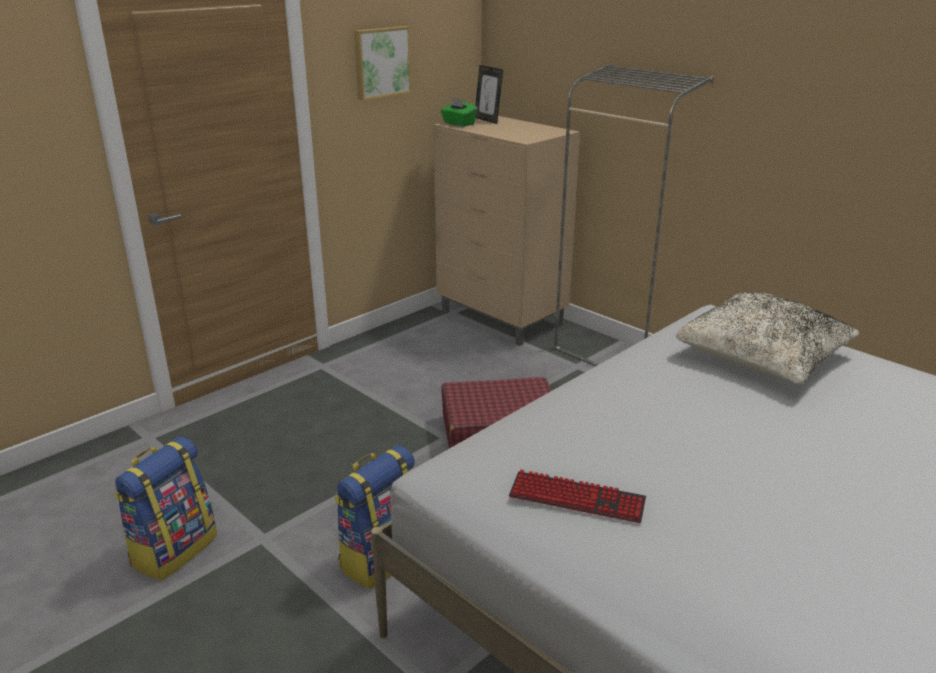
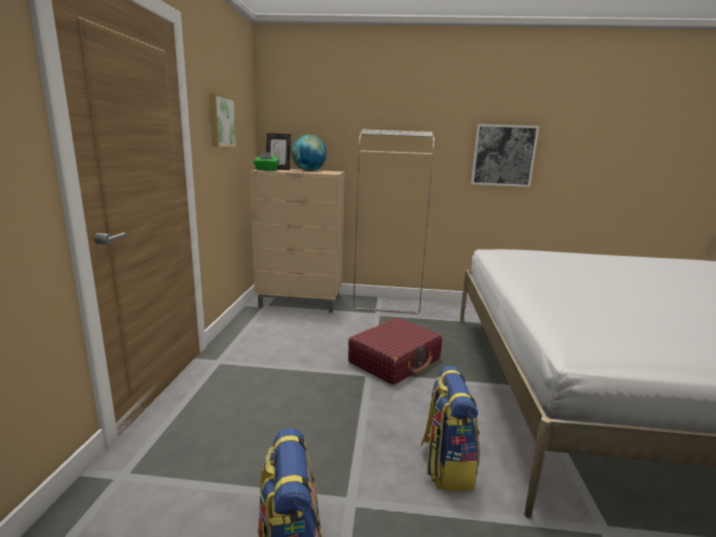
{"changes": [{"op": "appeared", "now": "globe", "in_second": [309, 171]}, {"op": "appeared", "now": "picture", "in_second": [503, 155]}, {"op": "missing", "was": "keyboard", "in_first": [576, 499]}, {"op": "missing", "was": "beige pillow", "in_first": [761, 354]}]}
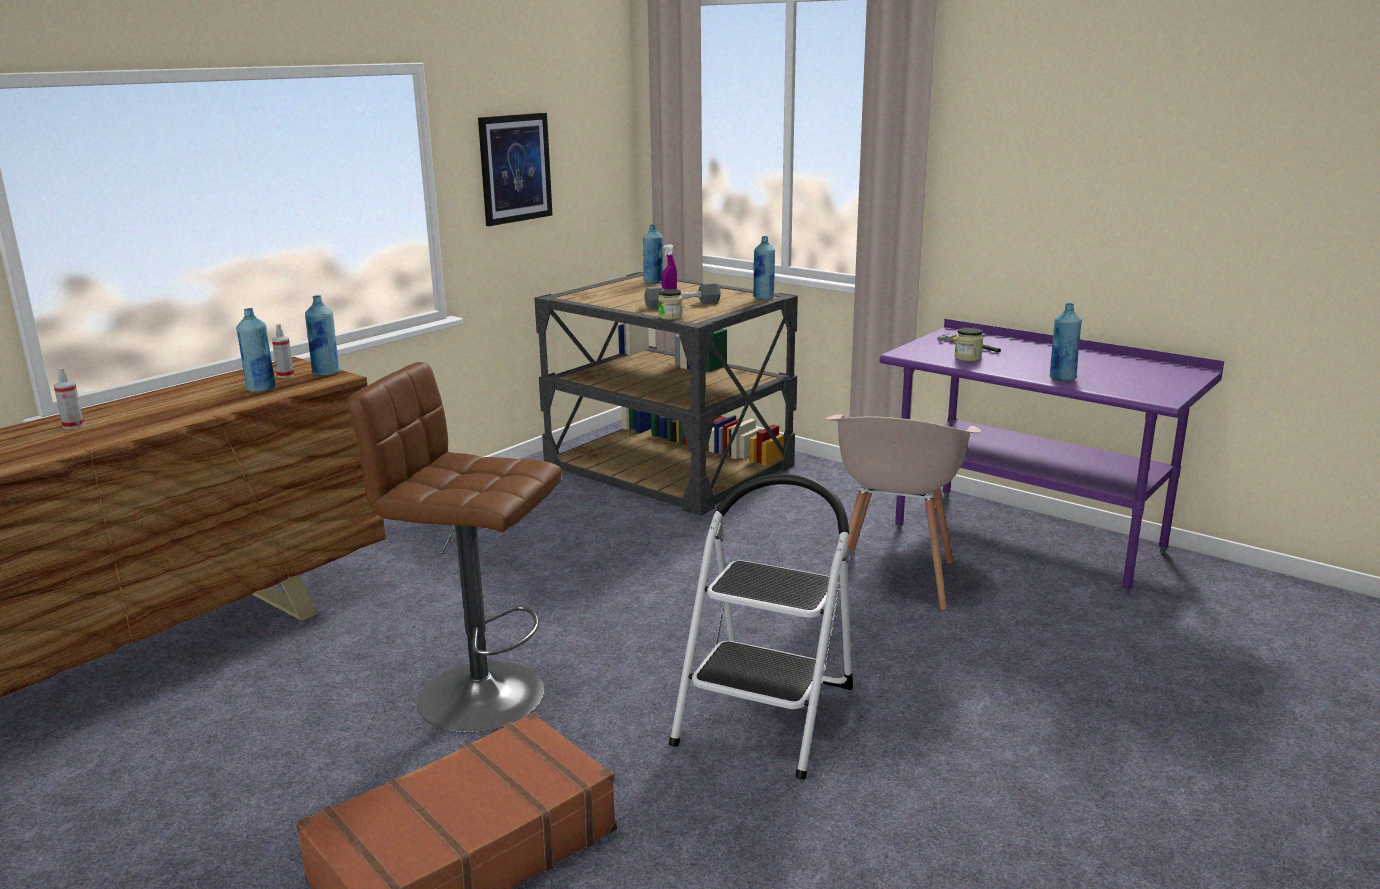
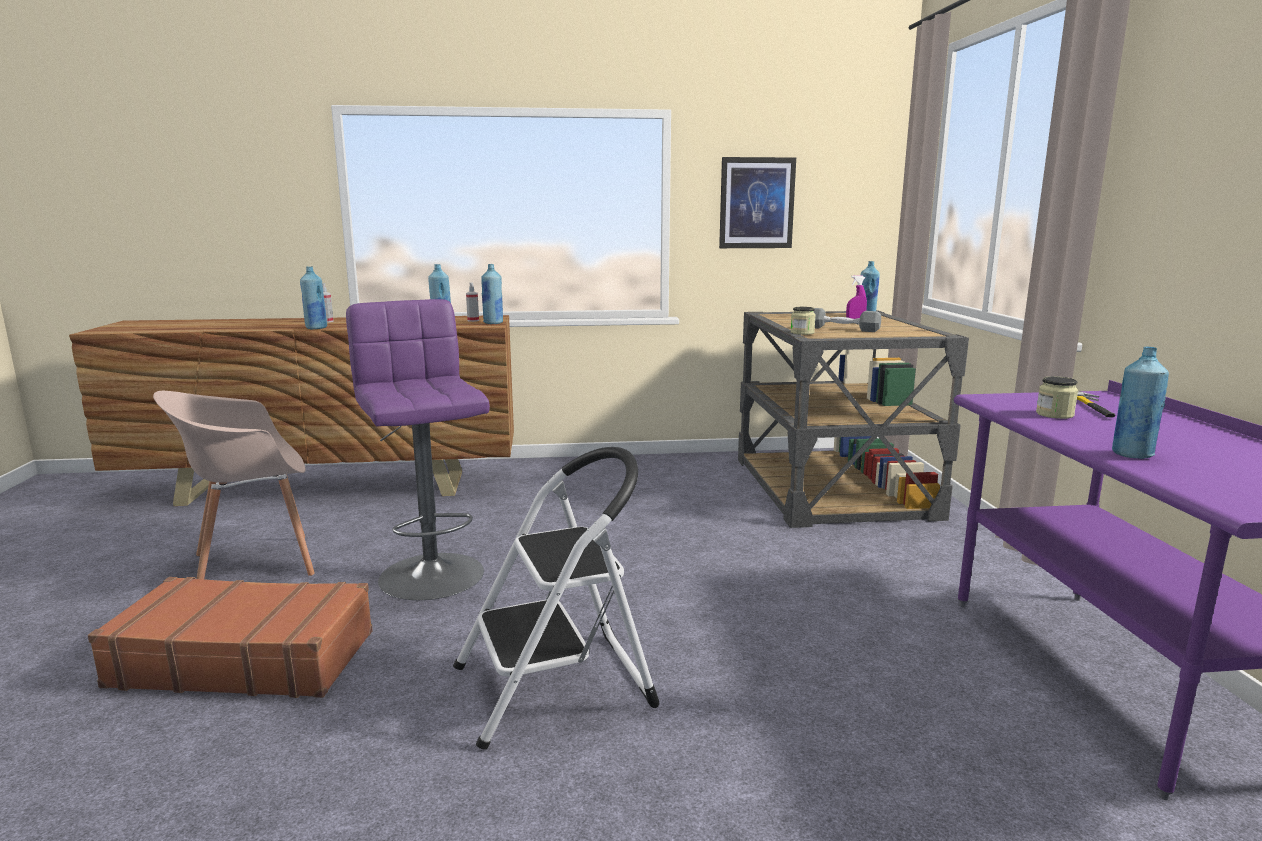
{"changes": [{"op": "relocated", "was": "beige chair", "in_first": [893, 579], "in_second": [251, 566]}, {"op": "relocated", "was": "blue bottle", "in_first": [763, 298], "in_second": [316, 328]}, {"op": "colour", "was": "brown stool", "now": "purple stool", "in_first": [480, 695], "in_second": [432, 575]}]}
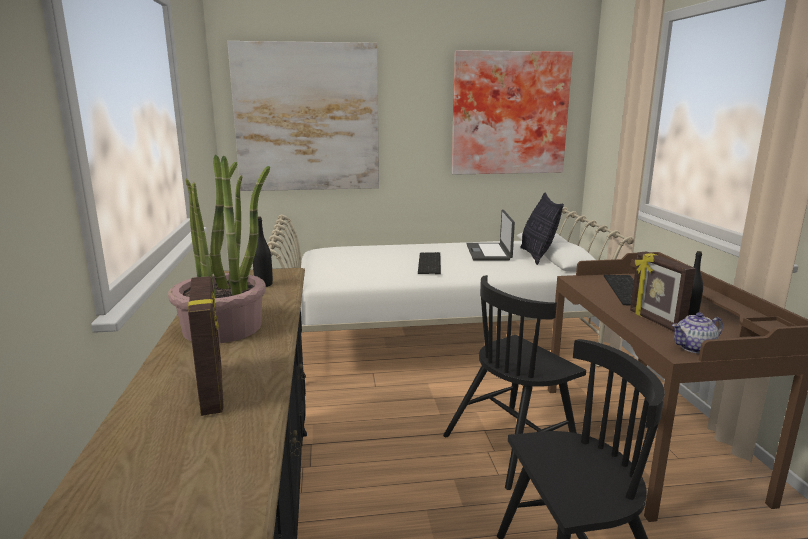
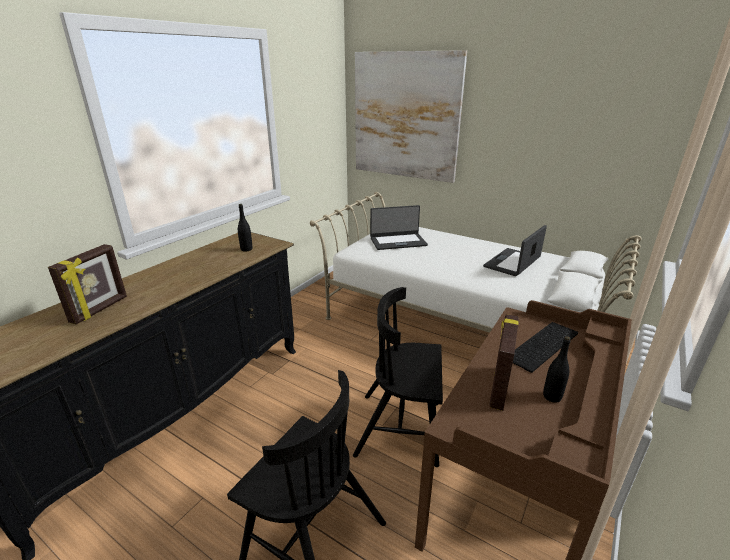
{"changes": [{"op": "appeared", "now": "laptop", "in_second": [398, 241]}, {"op": "missing", "was": "potted plant", "in_first": [223, 328]}, {"op": "missing", "was": "keyboard", "in_first": [431, 263]}, {"op": "missing", "was": "picture", "in_first": [509, 113]}, {"op": "missing", "was": "pillow", "in_first": [537, 256]}, {"op": "missing", "was": "teapot", "in_first": [694, 348]}]}
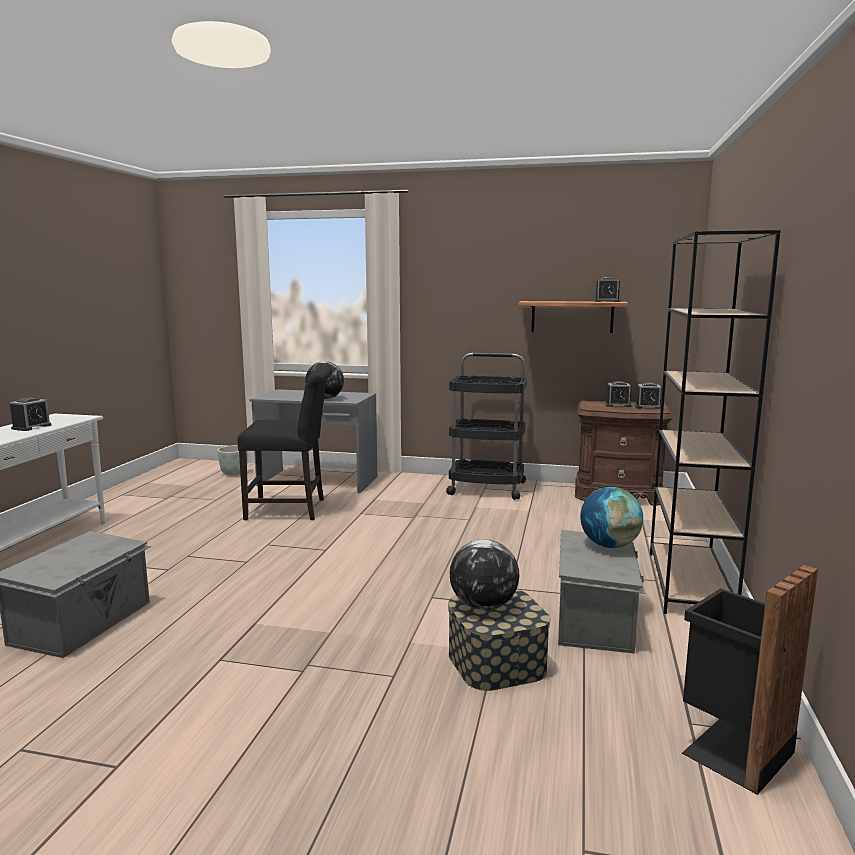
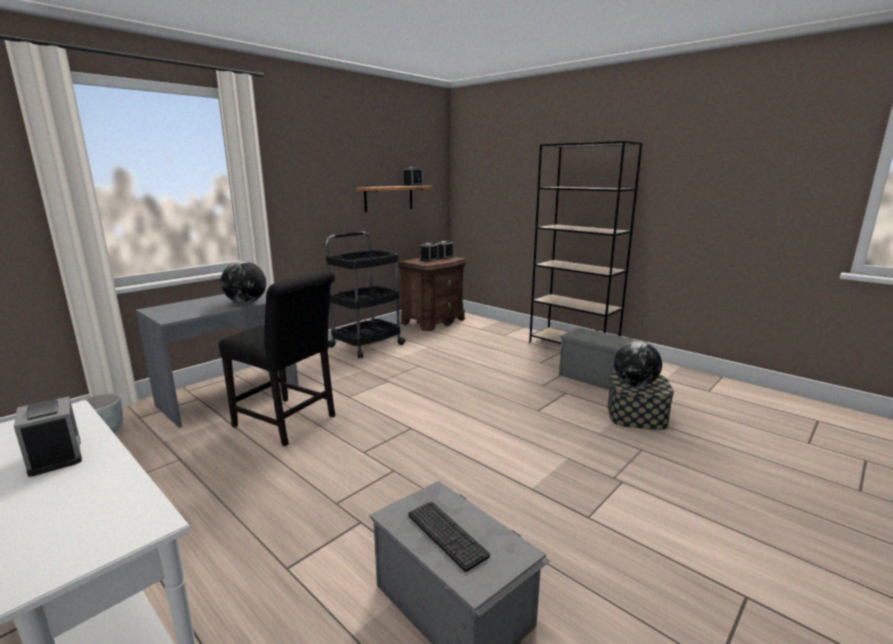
{"changes": [{"op": "spun", "was": "black chair", "in_first": [291, 510], "in_second": [289, 423], "clockwise": 90}, {"op": "appeared", "now": "keyboard", "in_second": [446, 535]}, {"op": "missing", "was": "globe", "in_first": [609, 545]}, {"op": "missing", "was": "black trash can", "in_first": [732, 750]}]}
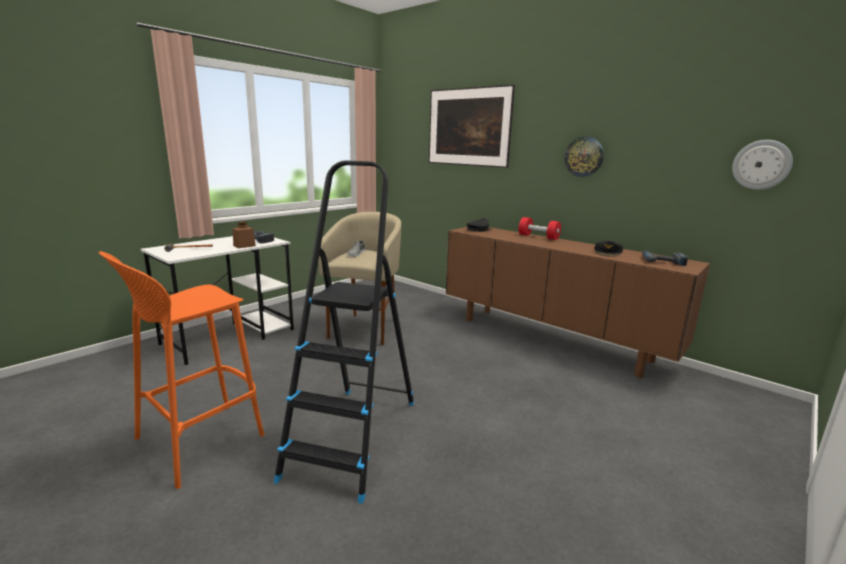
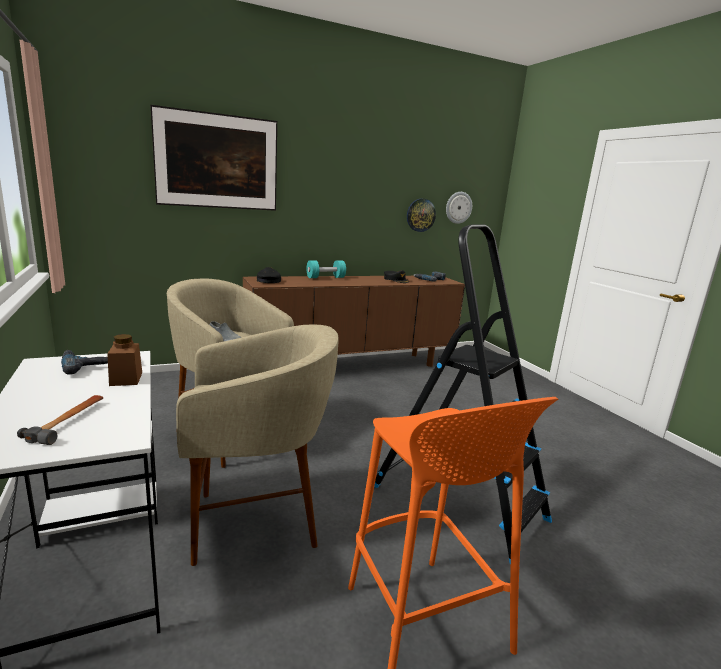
{"changes": [{"op": "appeared", "now": "beige stool", "in_second": [257, 522]}, {"op": "colour", "was": "red dumbbell", "now": "turquoise dumbbell", "in_first": [538, 237], "in_second": [325, 277]}, {"op": "relocated", "was": "wall clock", "in_first": [584, 156], "in_second": [420, 215]}]}
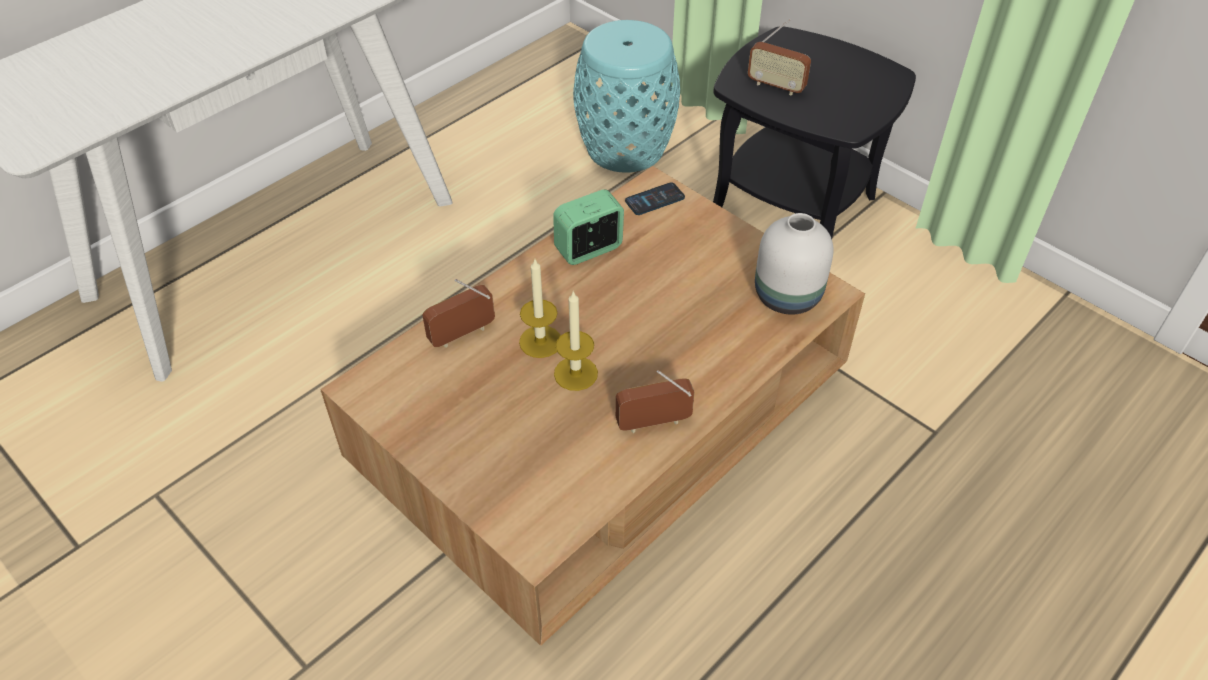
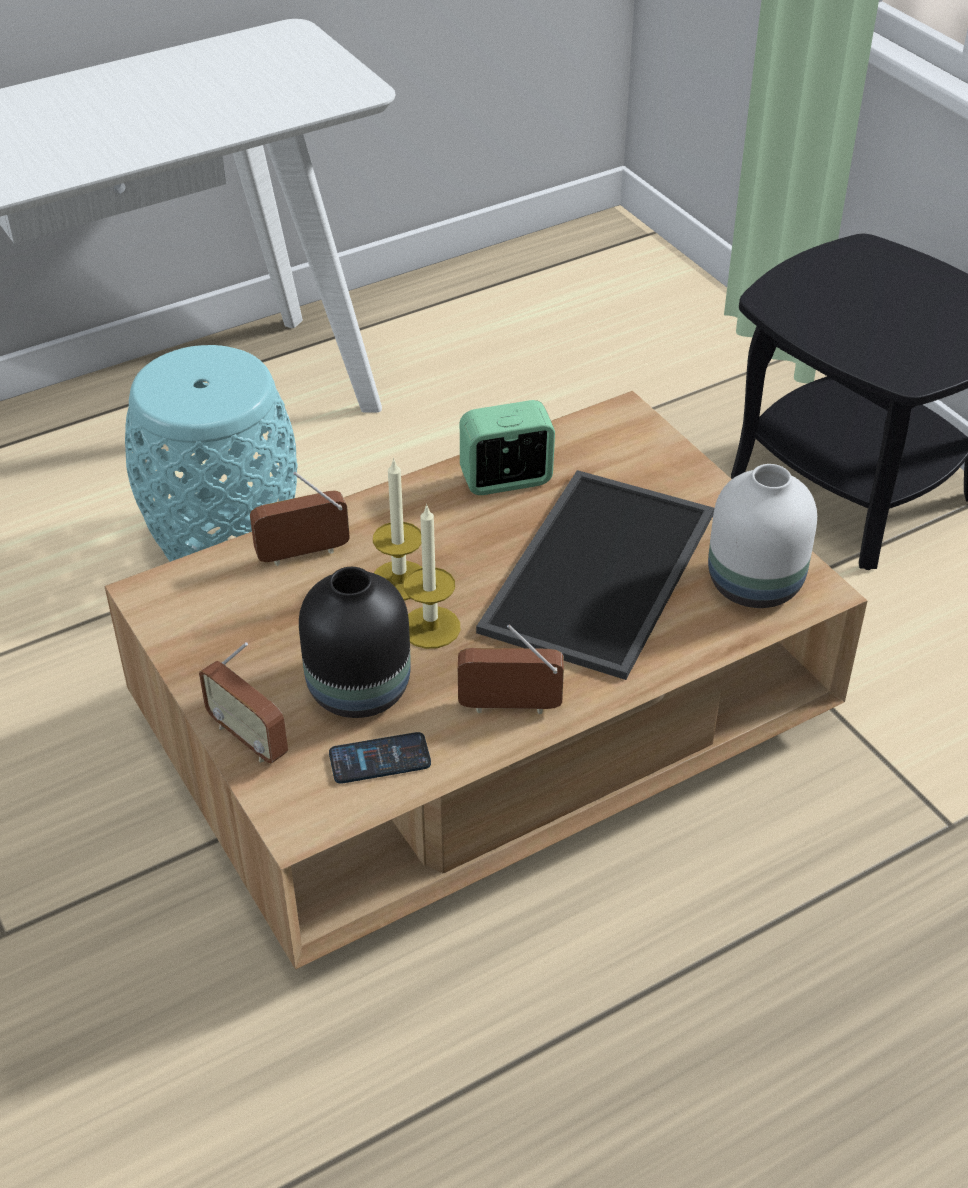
{"changes": [{"op": "relocated", "was": "turquoise stool", "in_first": [625, 149], "in_second": [225, 539]}, {"op": "relocated", "was": "radio", "in_first": [776, 86], "in_second": [248, 738]}, {"op": "appeared", "now": "black vase", "in_second": [359, 688]}, {"op": "relocated", "was": "phone", "in_first": [654, 200], "in_second": [380, 759]}, {"op": "appeared", "now": "tray", "in_second": [602, 574]}]}
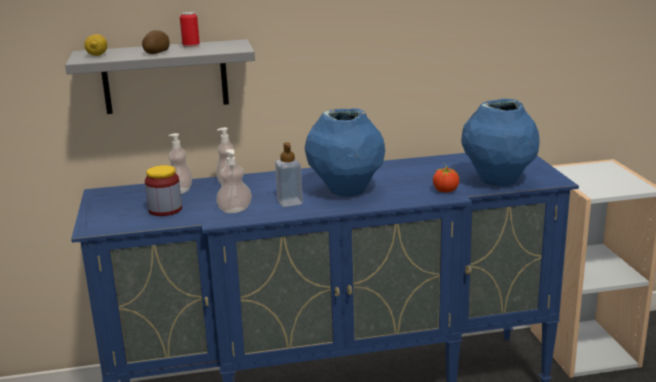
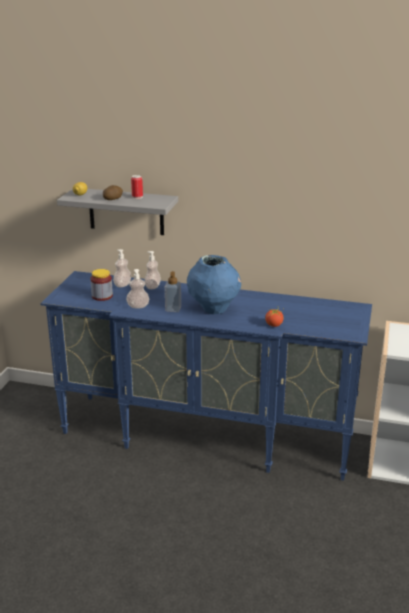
{"changes": [{"op": "missing", "was": "blue vase", "in_first": [498, 181]}]}
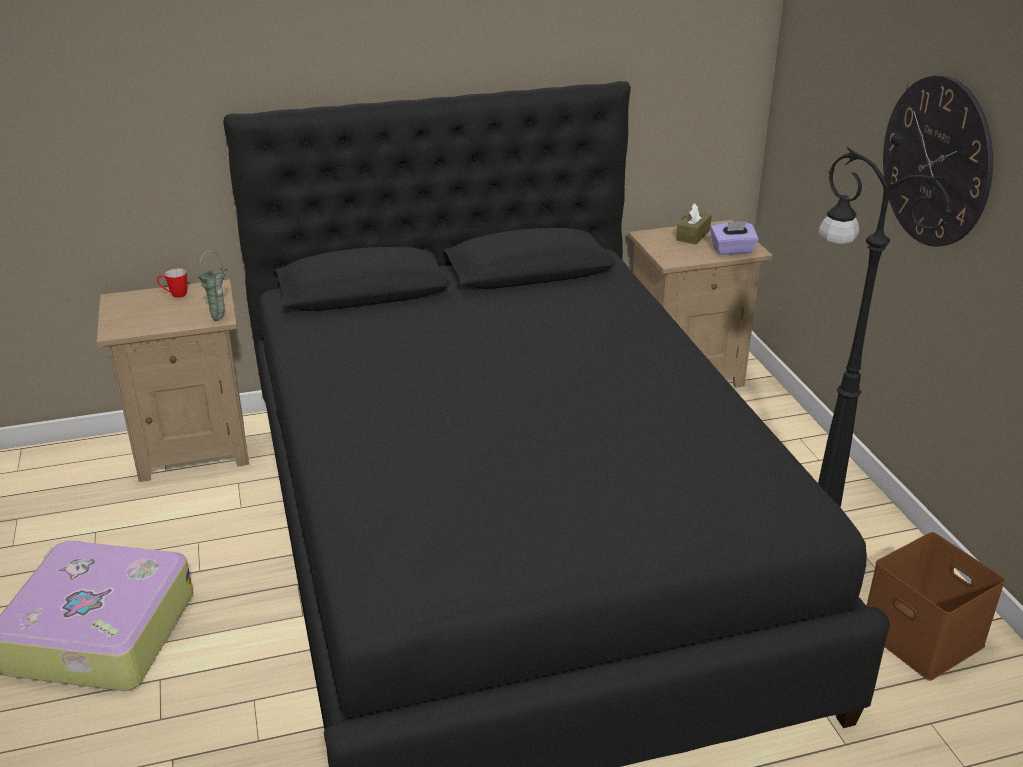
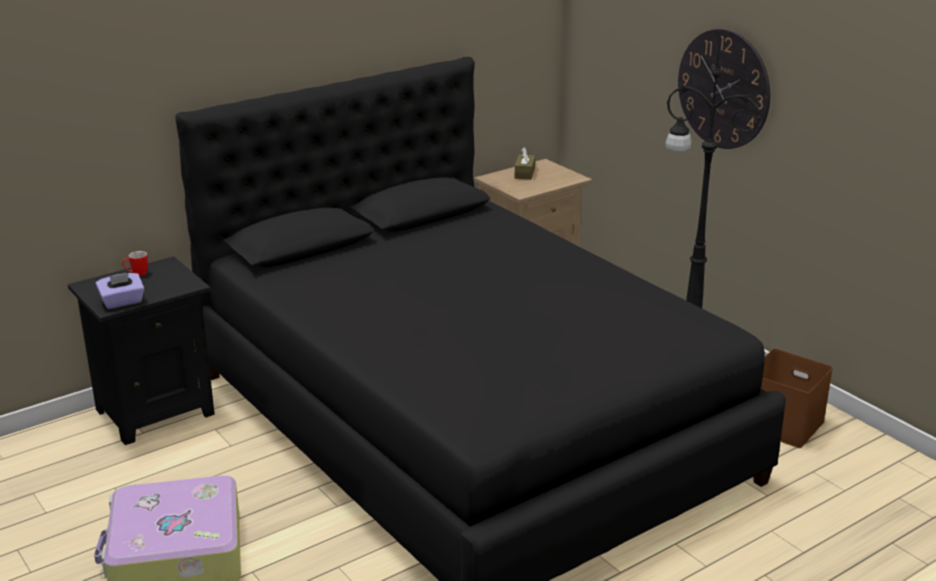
{"changes": [{"op": "colour", "was": "beige nightstand", "now": "black nightstand", "in_first": [195, 450], "in_second": [157, 413]}, {"op": "relocated", "was": "purple tissue box", "in_first": [732, 250], "in_second": [122, 302]}, {"op": "missing", "was": "green vase", "in_first": [220, 318]}]}
